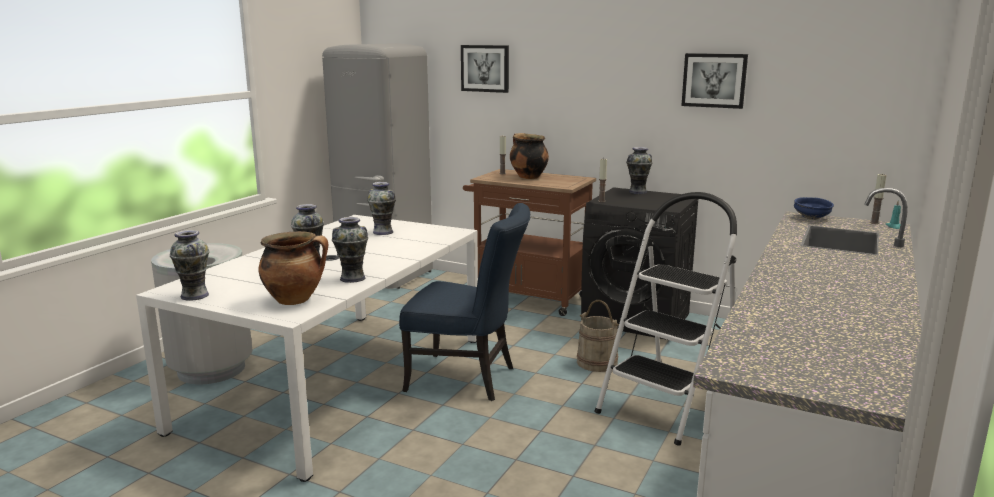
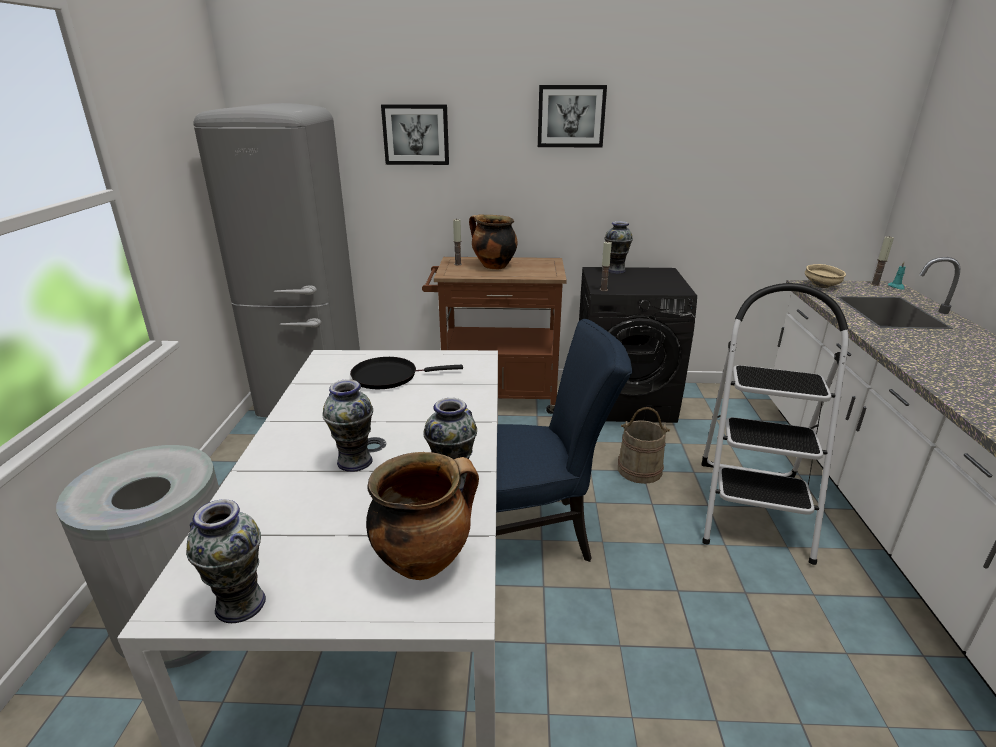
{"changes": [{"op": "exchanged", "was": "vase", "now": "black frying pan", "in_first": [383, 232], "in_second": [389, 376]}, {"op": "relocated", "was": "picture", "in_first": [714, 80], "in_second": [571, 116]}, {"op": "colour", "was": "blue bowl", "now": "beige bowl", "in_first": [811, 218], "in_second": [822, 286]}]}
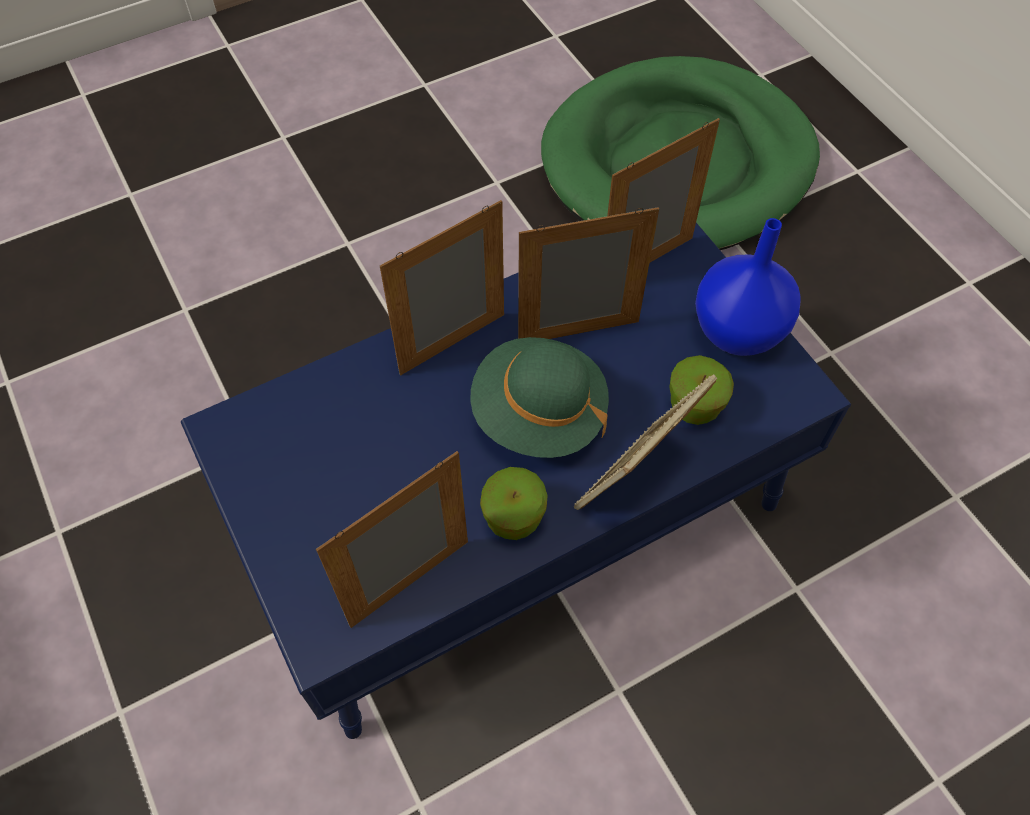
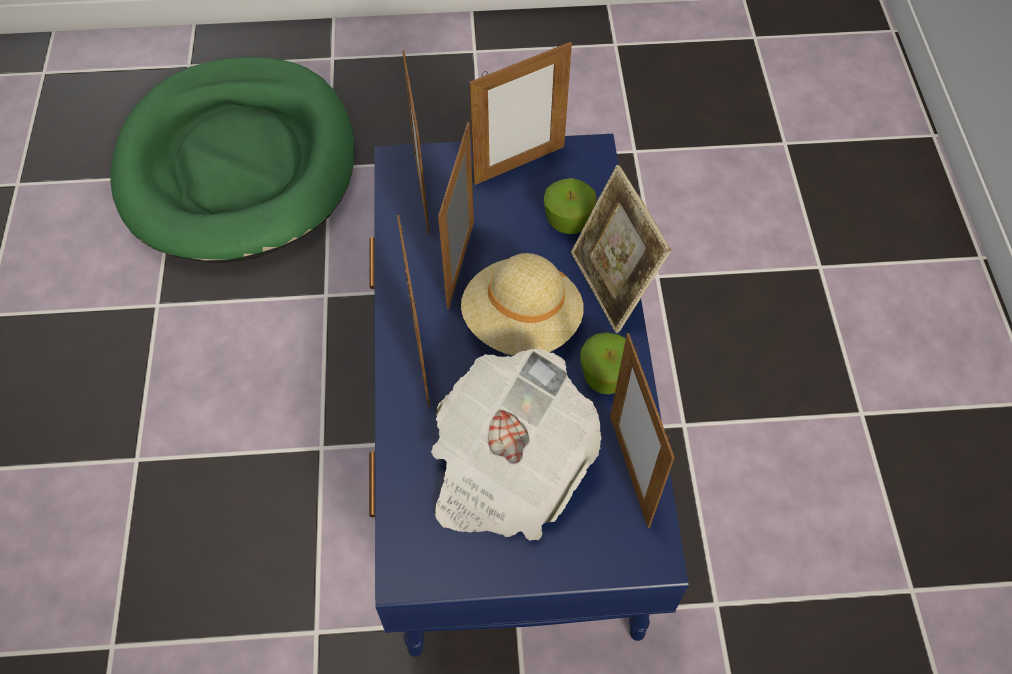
{"changes": [{"op": "appeared", "now": "newspaper", "in_second": [506, 468]}, {"op": "colour", "was": "green hat", "now": "beige hat", "in_first": [538, 414], "in_second": [522, 322]}, {"op": "exchanged", "was": "blue vase", "now": "picture frame", "in_first": [740, 331], "in_second": [519, 165]}]}
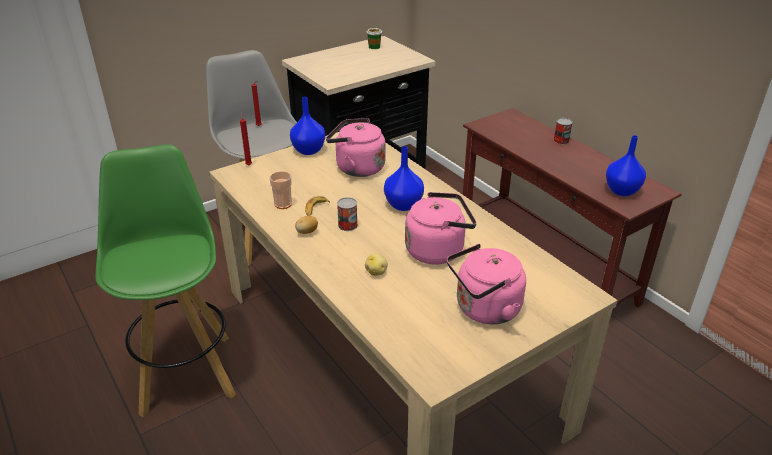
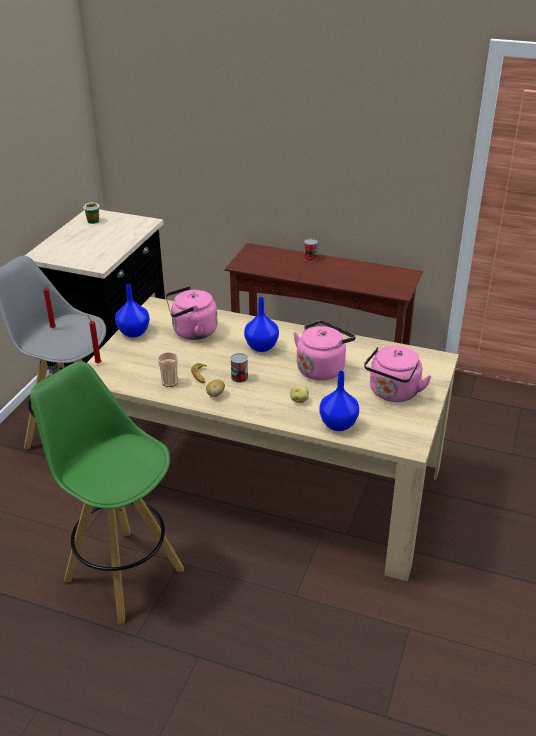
{"changes": [{"op": "relocated", "was": "blue vase", "in_first": [621, 190], "in_second": [337, 424]}]}
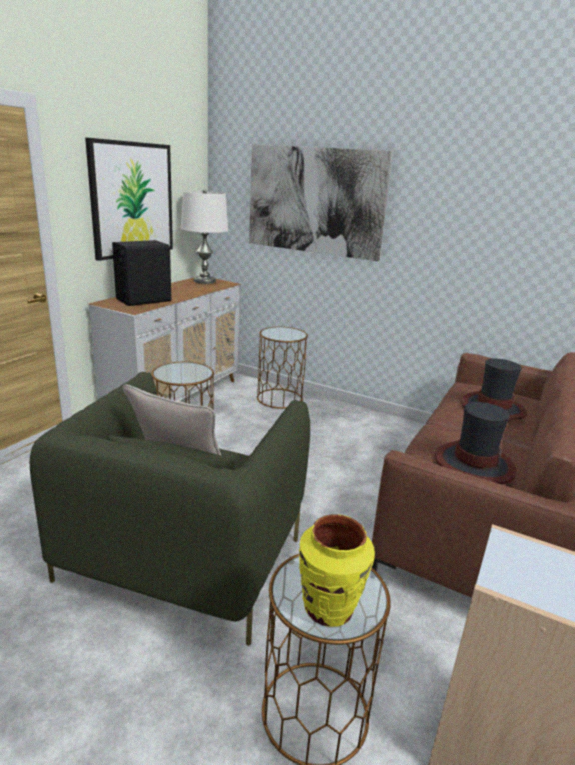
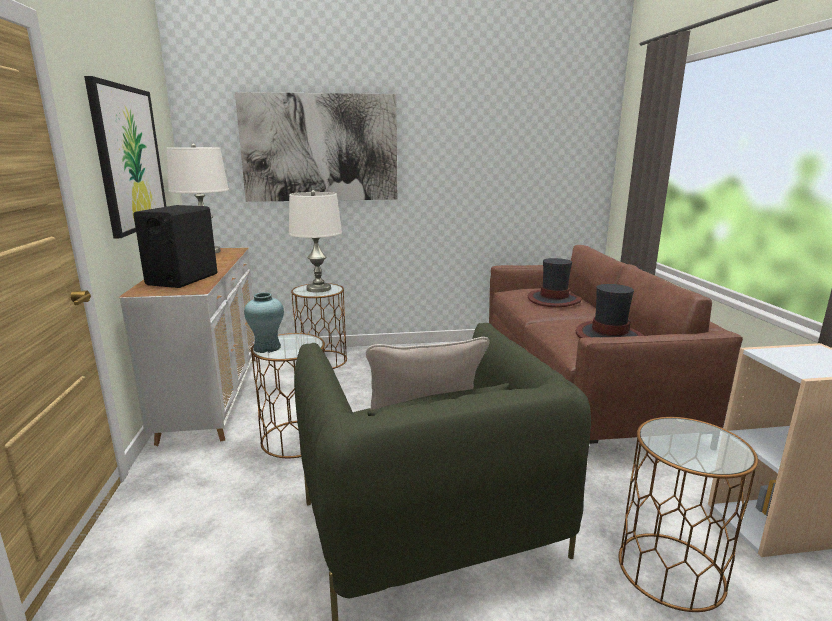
{"changes": [{"op": "appeared", "now": "turquoise vase", "in_second": [267, 348]}, {"op": "appeared", "now": "white table lamp", "in_second": [318, 289]}, {"op": "missing", "was": "yellow vase", "in_first": [329, 608]}]}
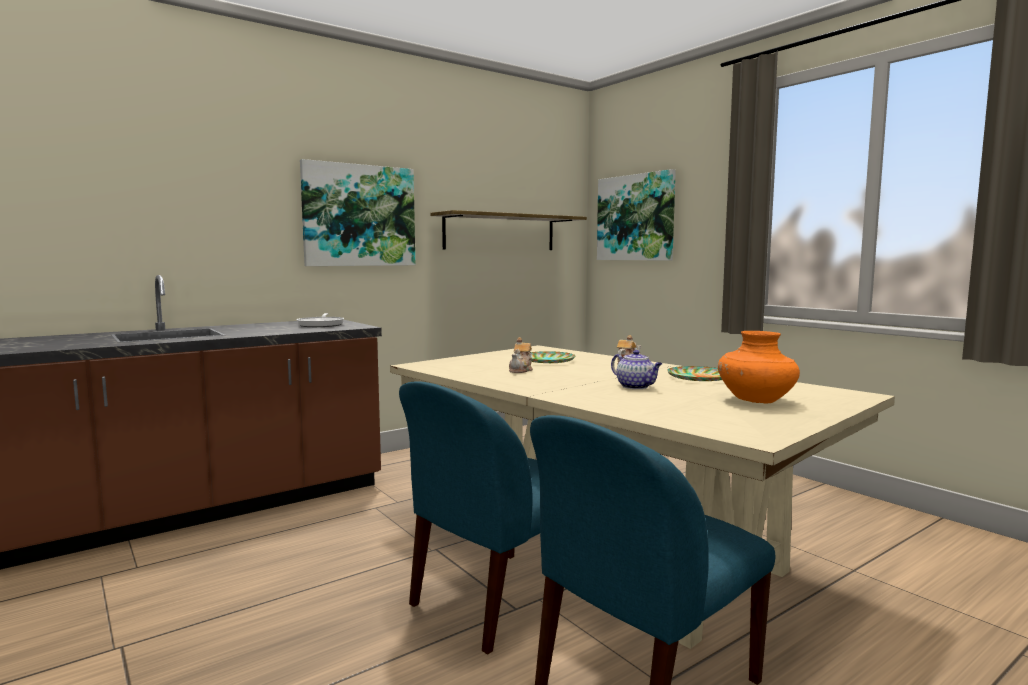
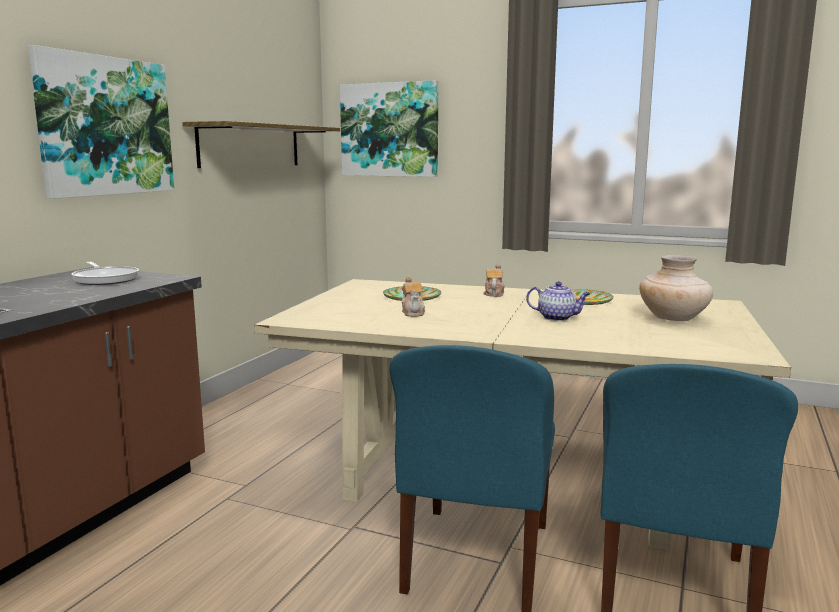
{"changes": [{"op": "colour", "was": "orange vase", "now": "beige vase", "in_first": [757, 401], "in_second": [673, 319]}]}
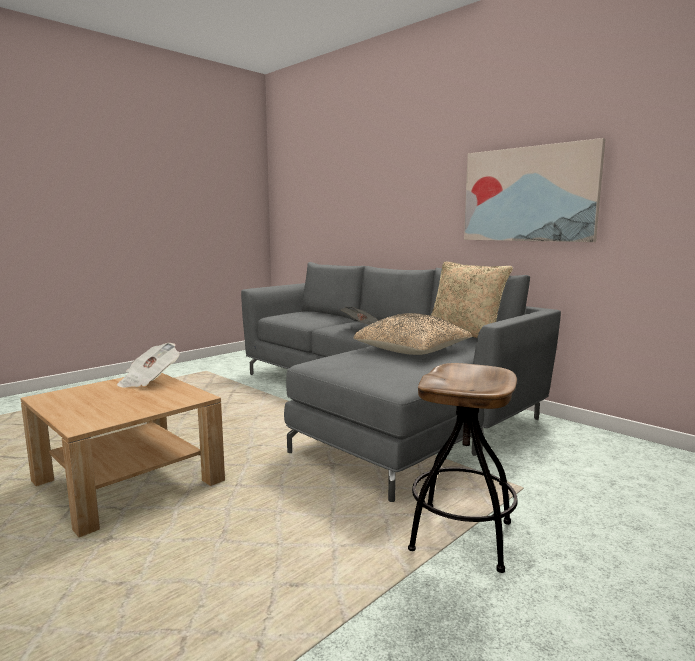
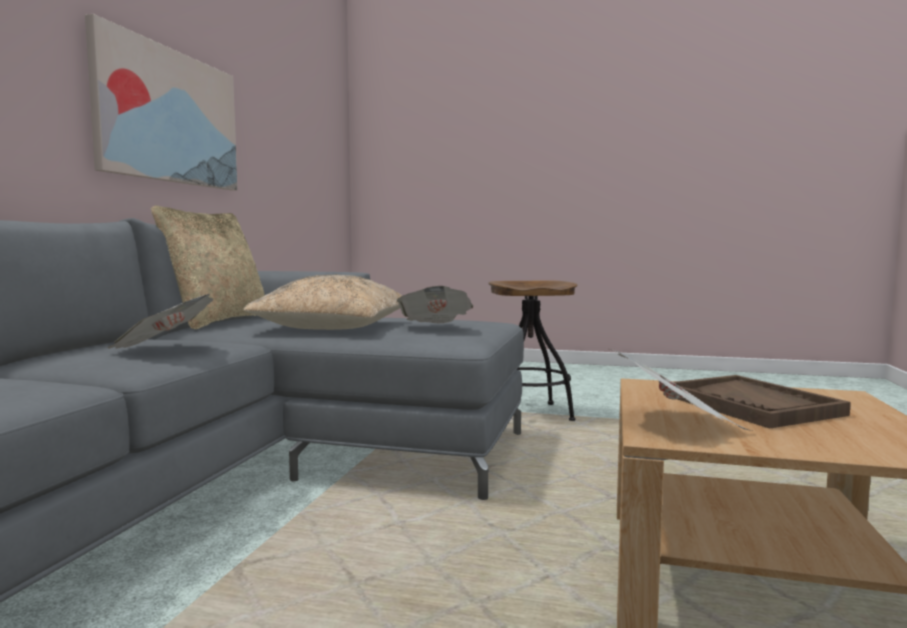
{"changes": [{"op": "appeared", "now": "newspaper", "in_second": [435, 328]}, {"op": "appeared", "now": "brown tray", "in_second": [751, 404]}]}
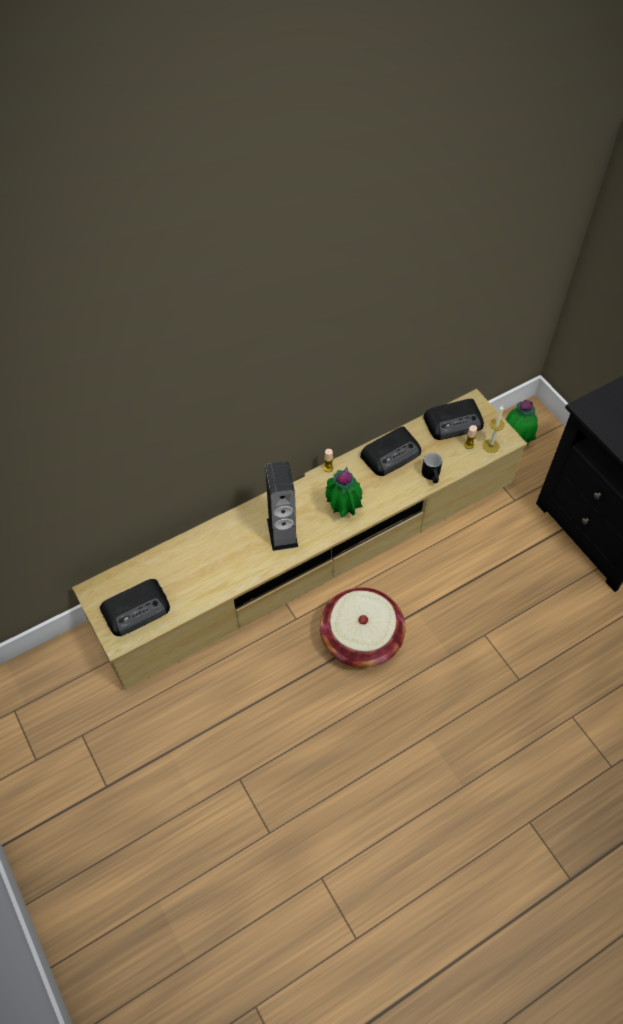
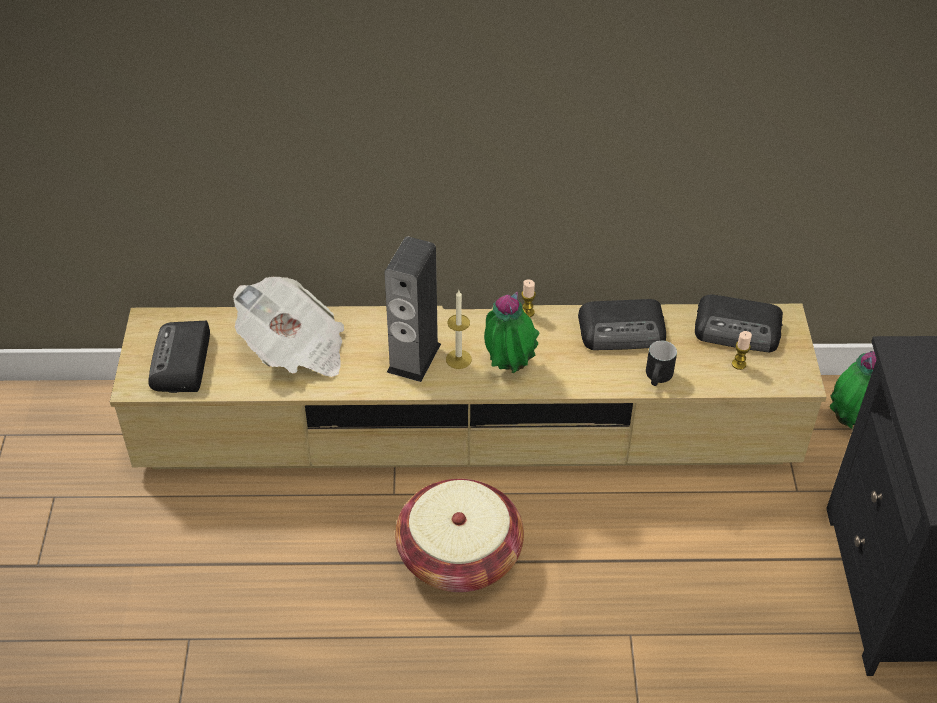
{"changes": [{"op": "spun", "was": "radio", "in_first": [137, 609], "in_second": [181, 362], "clockwise": 90}, {"op": "appeared", "now": "newspaper", "in_second": [294, 349]}, {"op": "relocated", "was": "candle", "in_first": [490, 446], "in_second": [458, 359]}]}
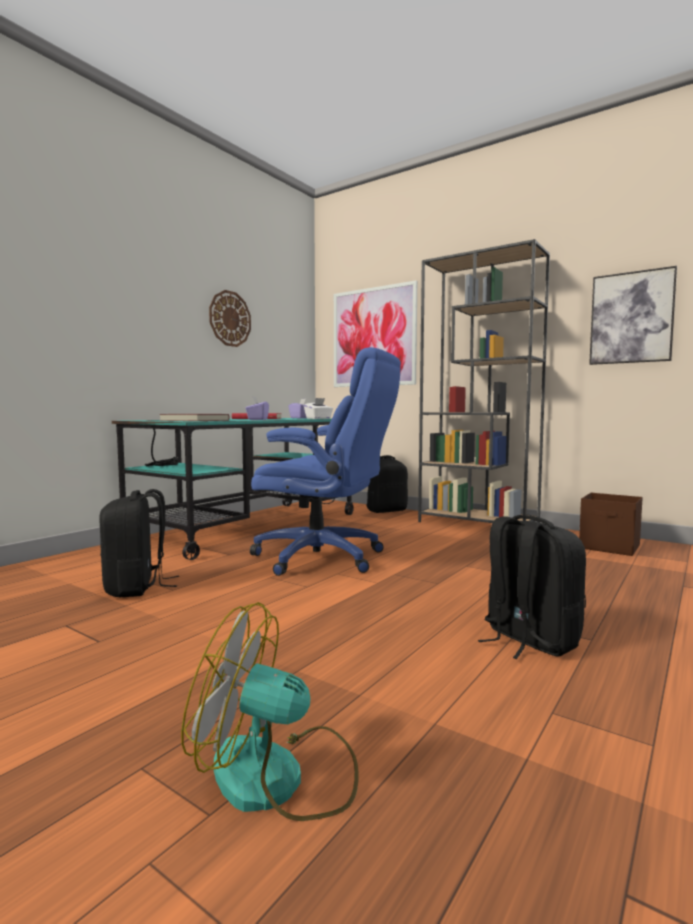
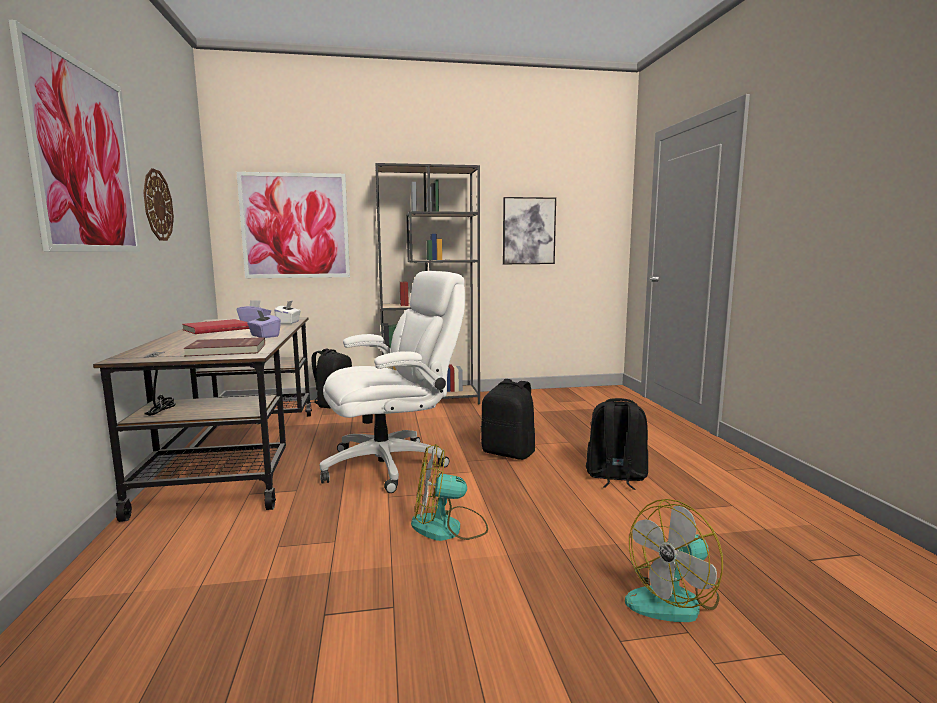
{"changes": [{"op": "appeared", "now": "picture", "in_second": [84, 158]}, {"op": "colour", "was": "turquoise desk", "now": "brown desk", "in_first": [249, 526], "in_second": [238, 456]}, {"op": "colour", "was": "blue office chair", "now": "white office chair", "in_first": [327, 559], "in_second": [393, 465]}, {"op": "appeared", "now": "fan", "in_second": [448, 528]}, {"op": "relocated", "was": "black backpack", "in_first": [136, 588], "in_second": [509, 453]}, {"op": "missing", "was": "brown storage box", "in_first": [610, 547]}]}
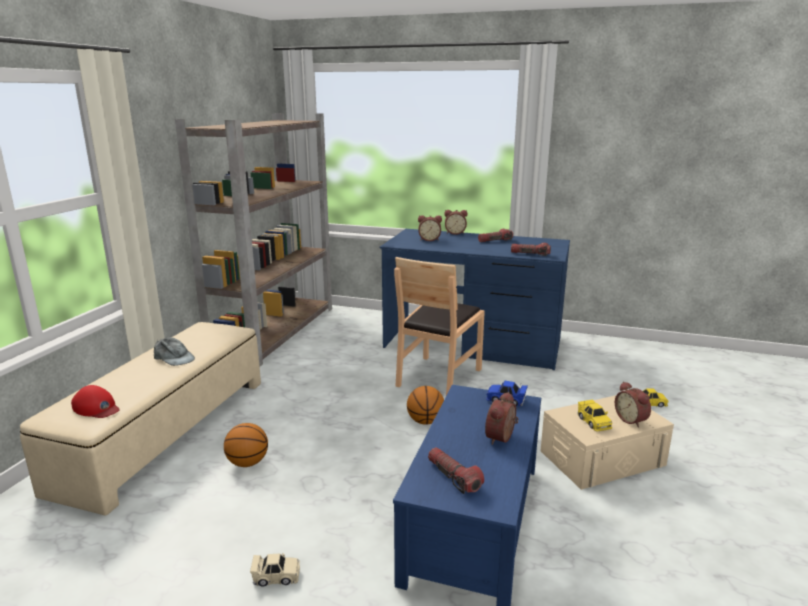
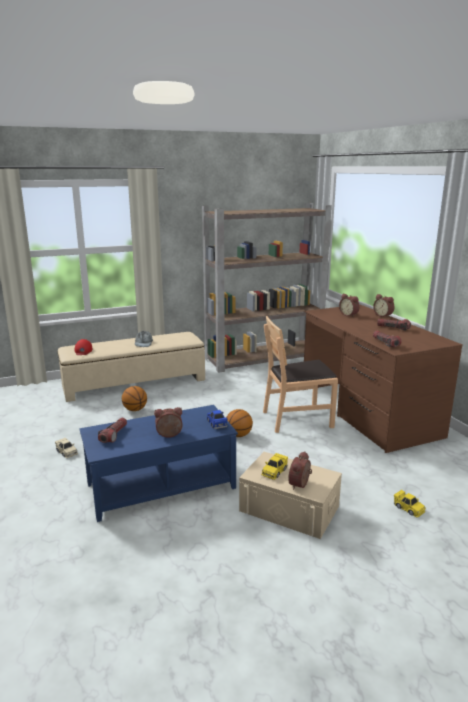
{"changes": [{"op": "colour", "was": "blue desk", "now": "brown desk", "in_first": [473, 343], "in_second": [367, 411]}]}
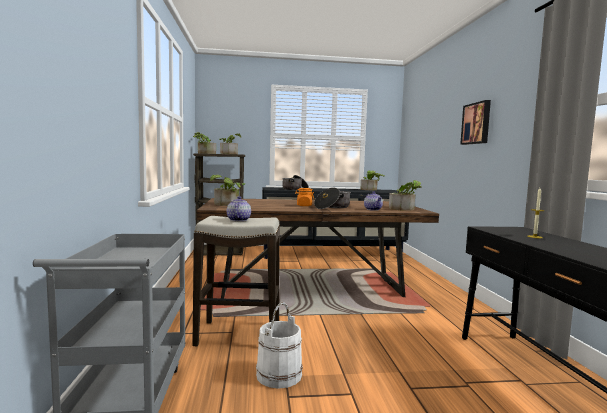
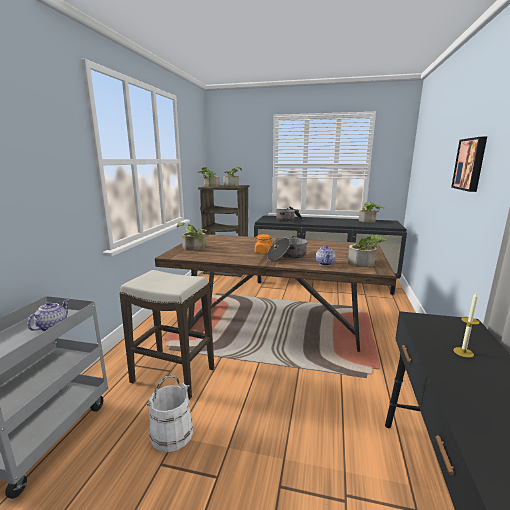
{"changes": [{"op": "relocated", "was": "teapot", "in_first": [238, 220], "in_second": [52, 326]}]}
